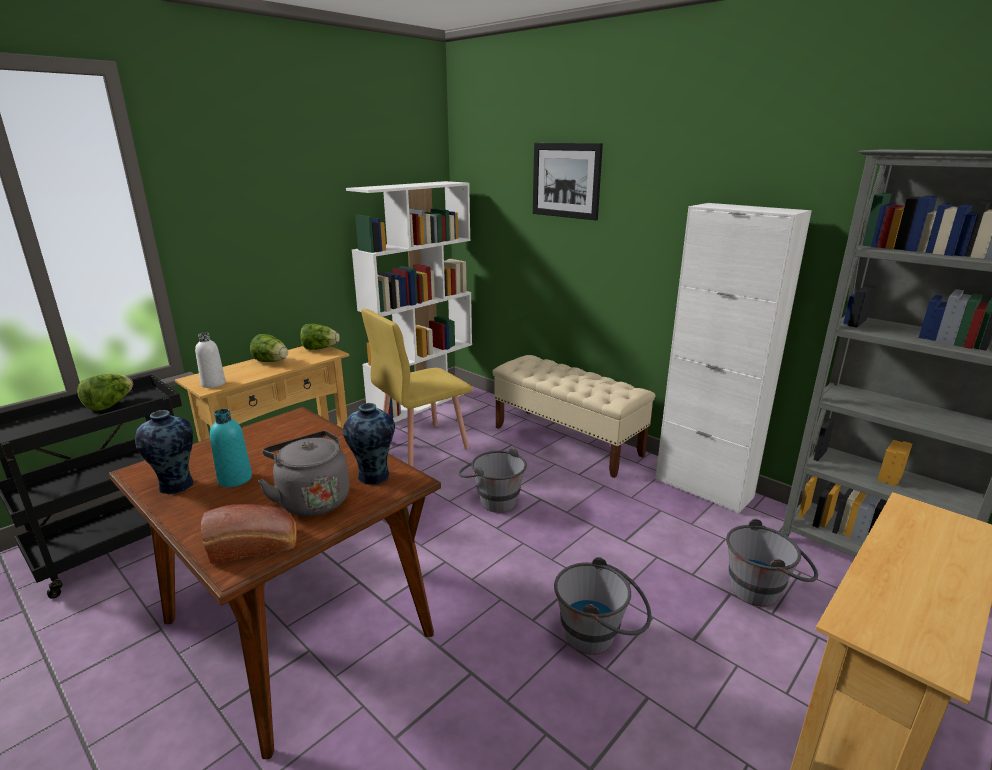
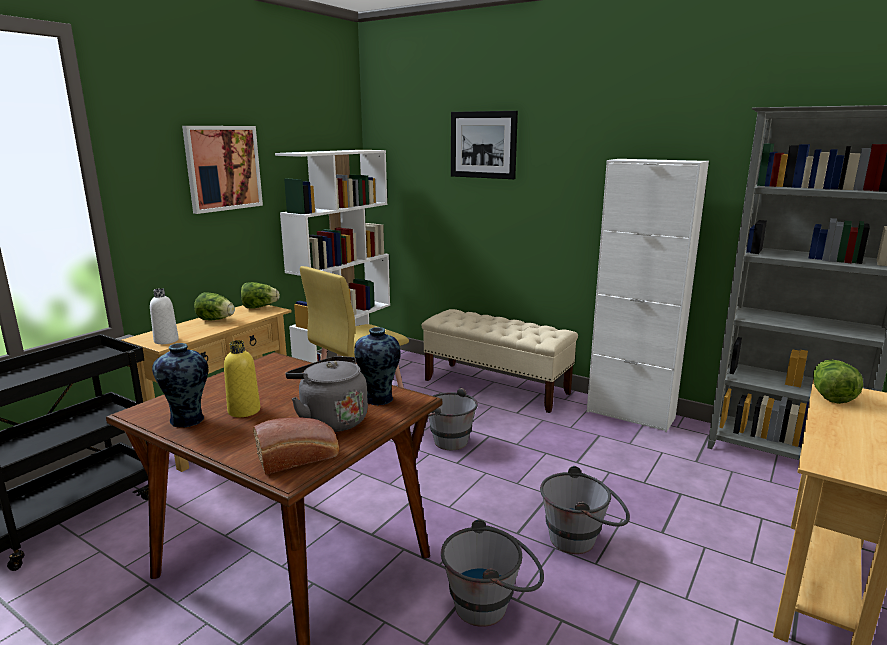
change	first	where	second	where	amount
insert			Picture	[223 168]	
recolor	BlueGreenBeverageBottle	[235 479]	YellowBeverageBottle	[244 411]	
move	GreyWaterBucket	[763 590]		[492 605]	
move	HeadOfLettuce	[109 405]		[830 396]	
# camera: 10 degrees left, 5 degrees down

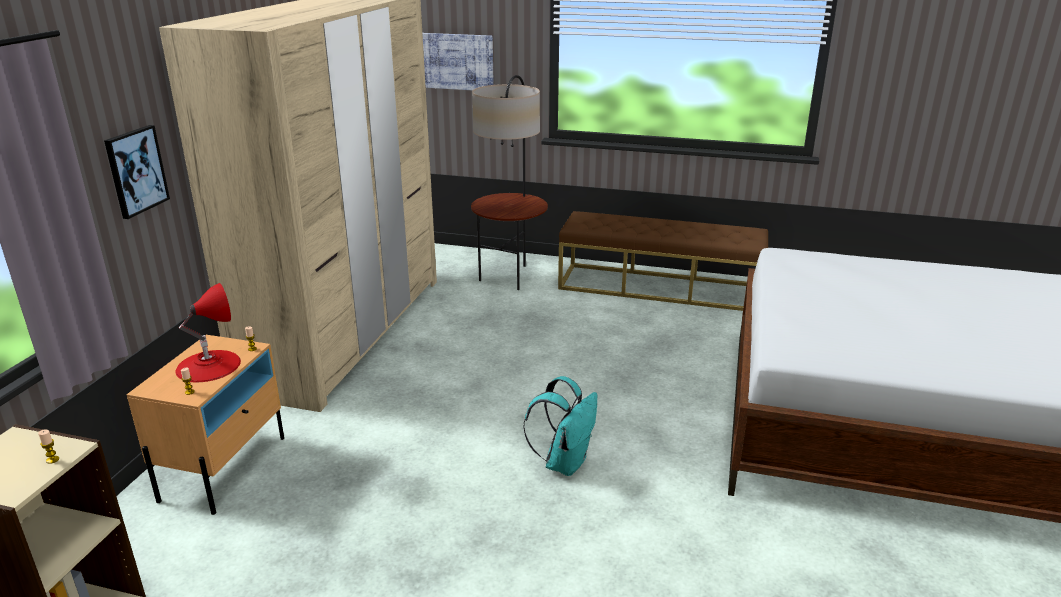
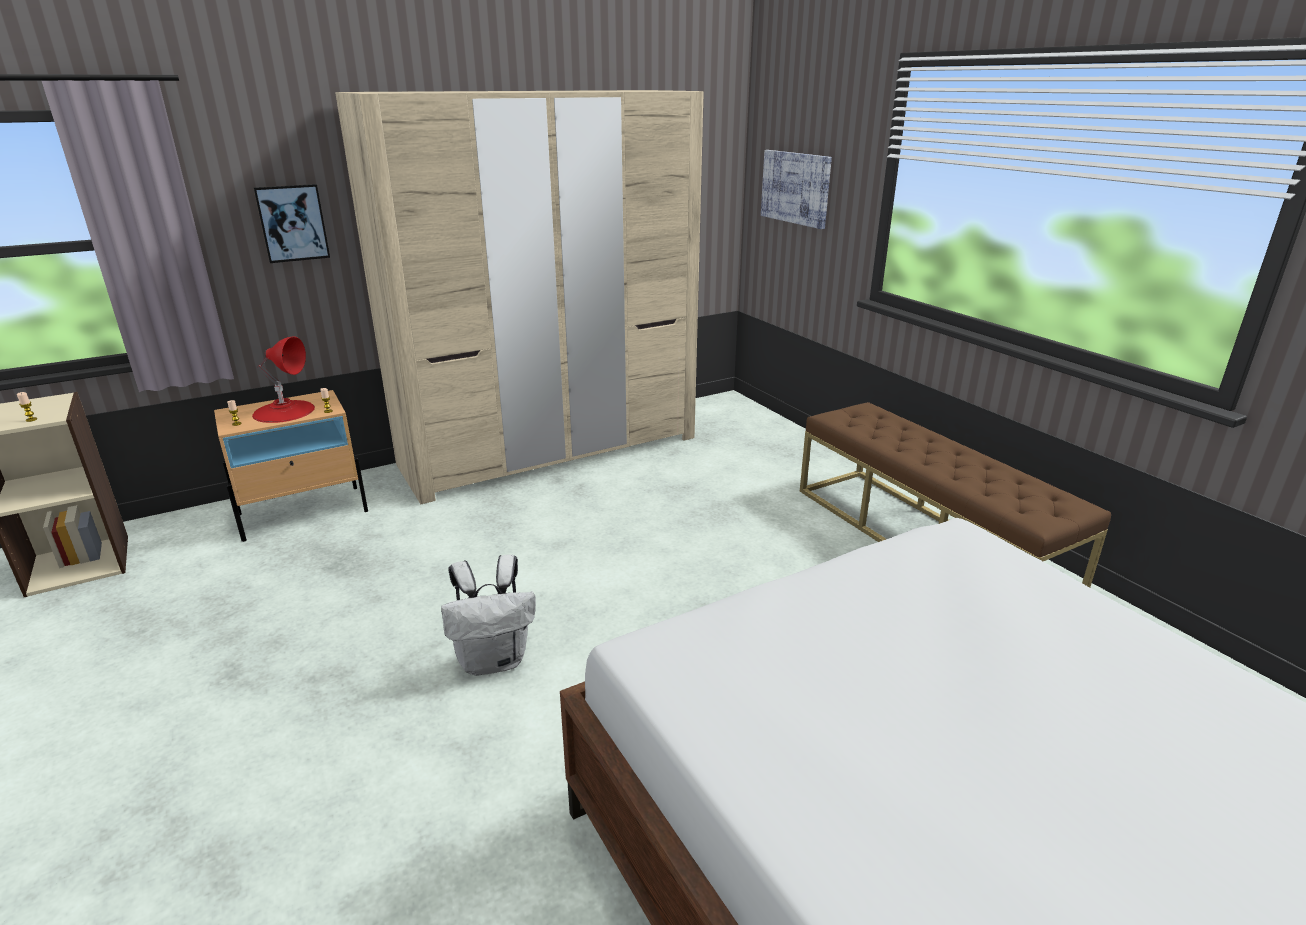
change	first	where	second	where	amount
recolor	BlueGreenBackpack	[564 462]	WhiteBackpack	[494 660]	
delete	FloorLamp	[510 276]			
# camera: 45 degrees right, 0 degrees up

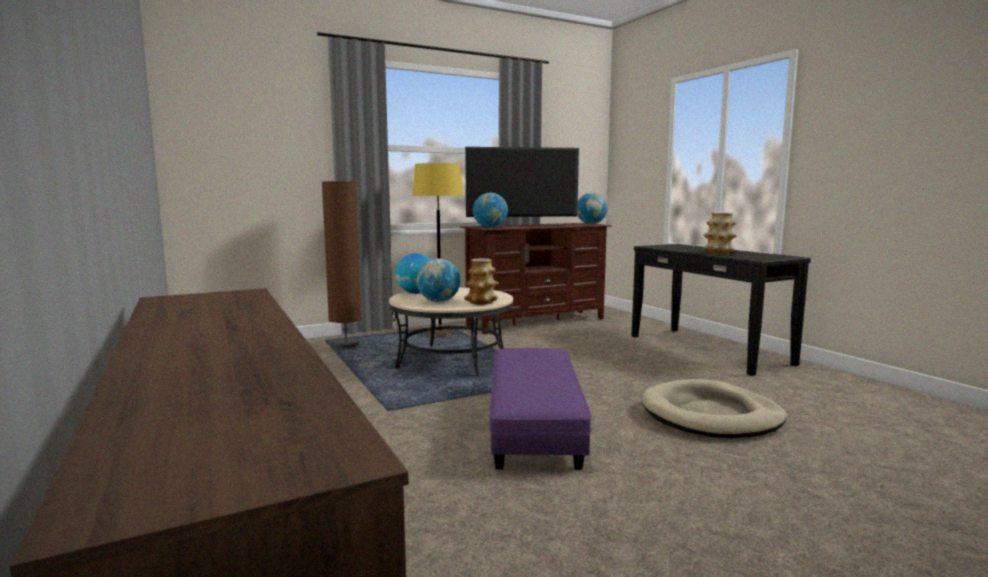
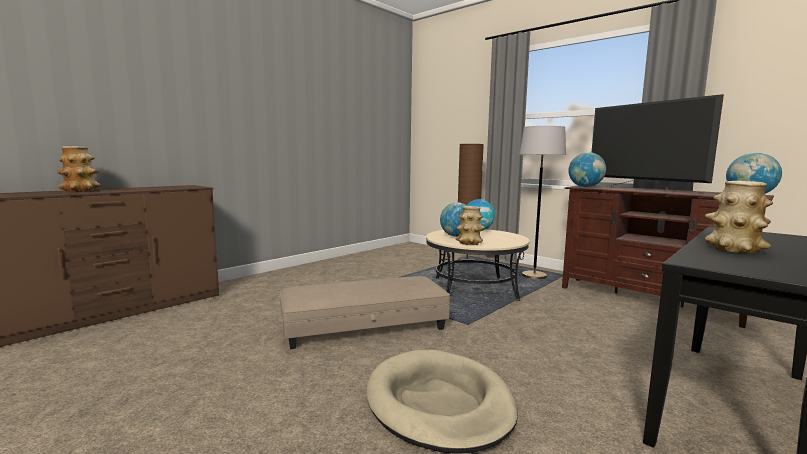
change	first	where	second	where	amount
insert			FlowerVase	[81 191]	
recolor	PurpleColouredFootrest	[534 423]	SandColouredFootrest	[364 327]	
recolor	YellowFloorLamp	[440 334]	GreyFloorLamp	[534 276]	
# camera: 70 degrees right, 0 degrees up

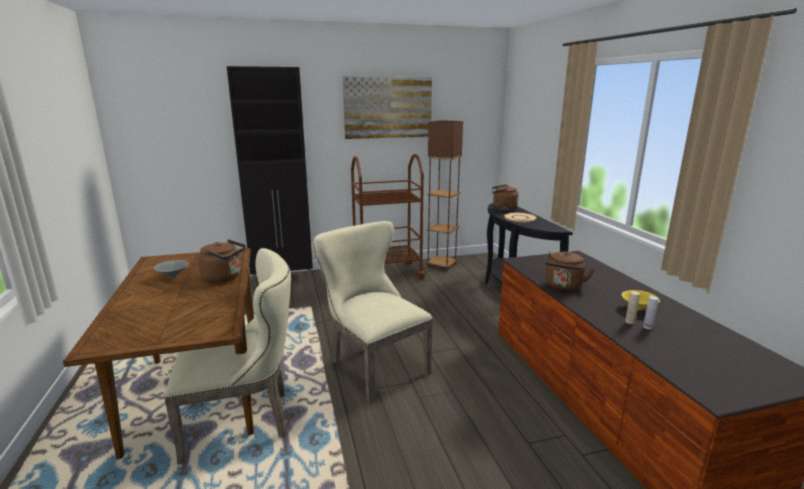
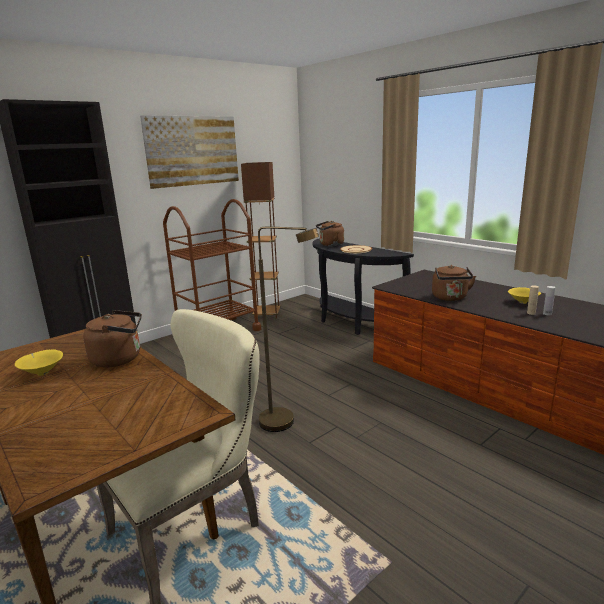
change	first	where	second	where	amount
recolor	GreyDeepDish	[173 276]	YellowDeepDish	[42 373]	
replace	SandColouredChair	[373 365]	BrownColouredFloorLamp	[286 423]	
# camera: 25 degrees left, 0 degrees up

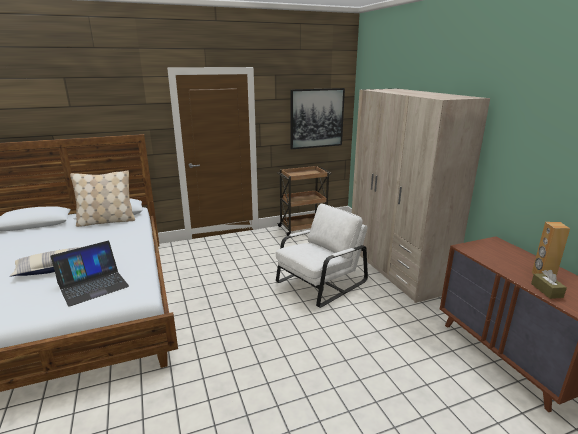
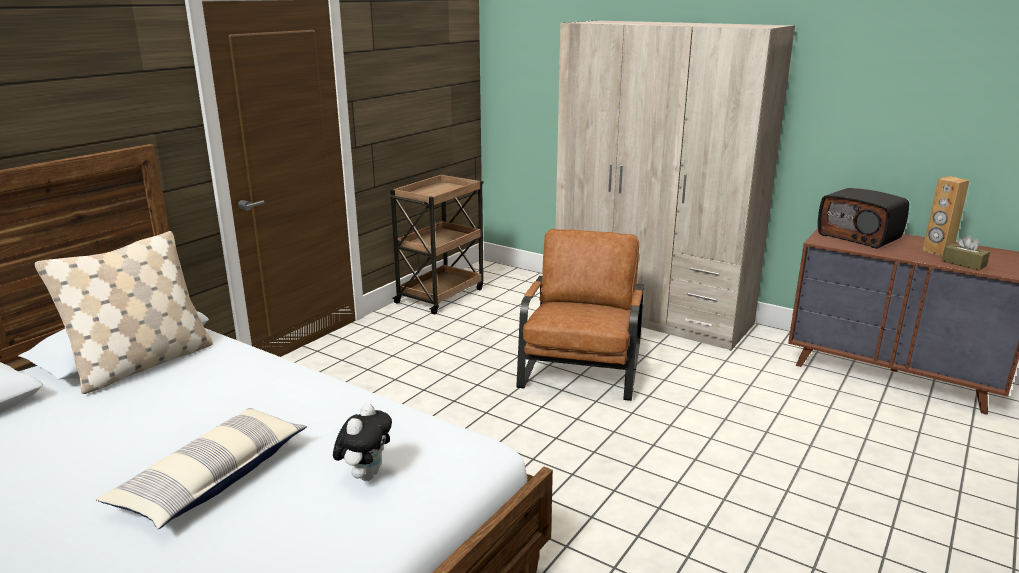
change	first	where	second	where	amount
replace	PortableComputer	[93 285]	PlushToy	[366 474]	
recolor	WhiteArmchair	[320 282]	BrownColouredArmchair	[582 366]	
insert			Radio	[859 237]	
delete	Picture	[316 118]			
# camera: 35 degrees left, 0 degrees up

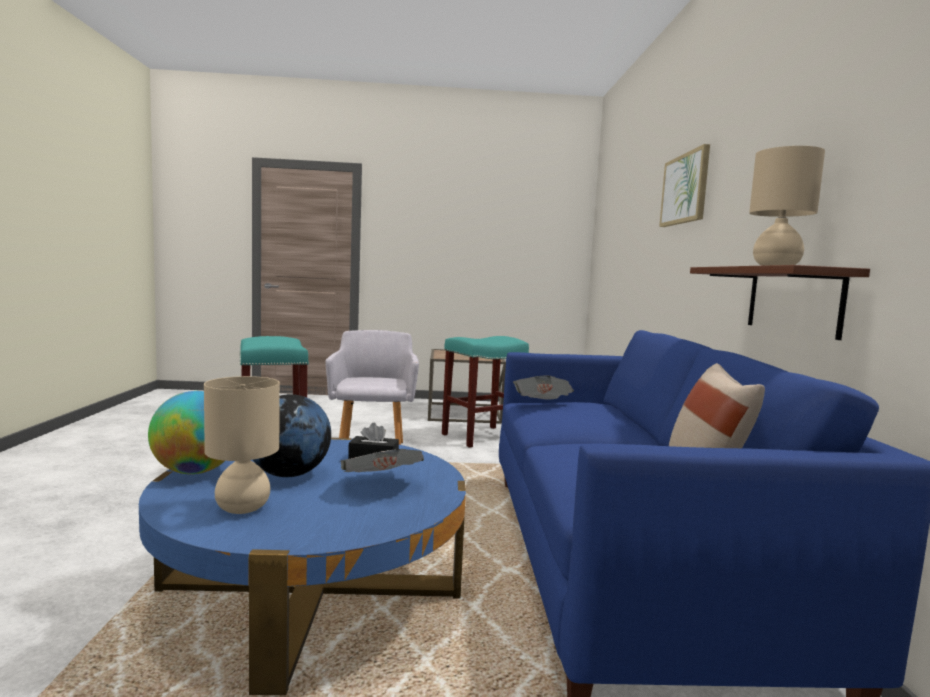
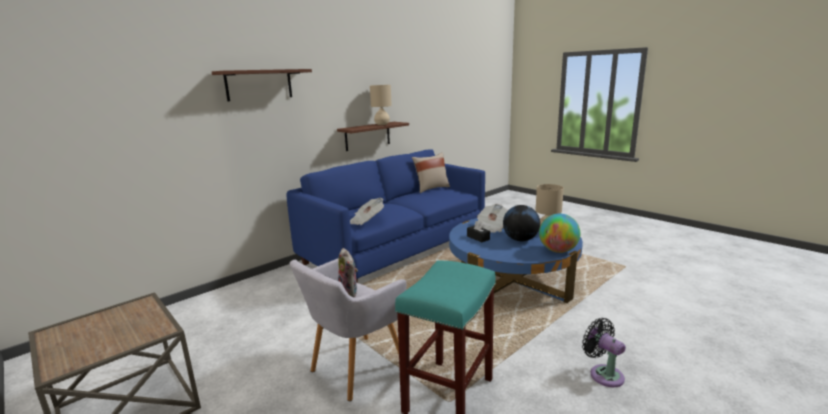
change	first	where	second	where	amount
replace	Picture	[685 189]	BrownColouredShelf	[259 85]	
insert			PlushToy	[349 293]	
insert			BlackishElectricFan	[603 374]	
delete	BlueGreenSittingStool	[482 436]			
# camera: 130 degrees left, 10 degrees up

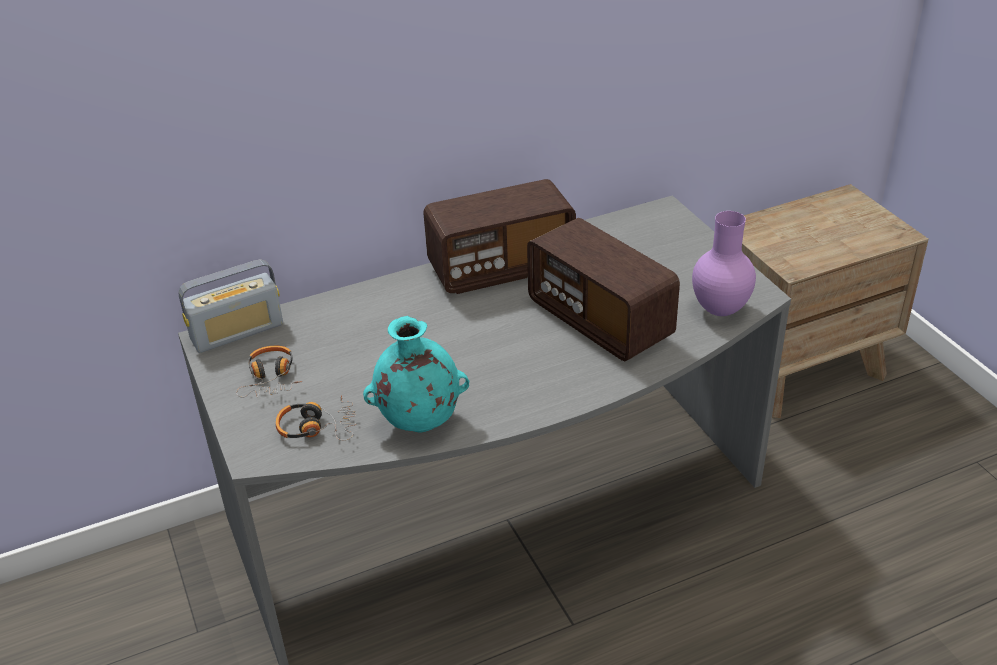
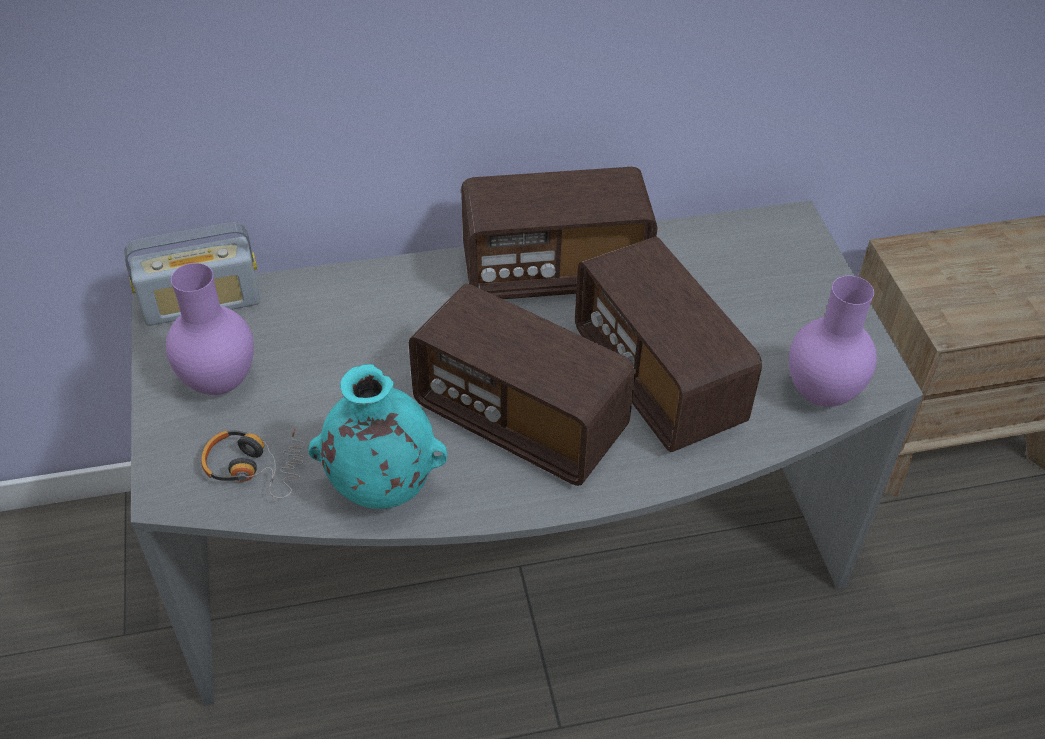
change	first	where	second	where	amount
replace	PairOfHeadphones	[271 378]	PurpleColouredFlowerVase	[221 382]	
insert			Radio	[520 420]	
# camera: 10 degrees right, 10 degrees up

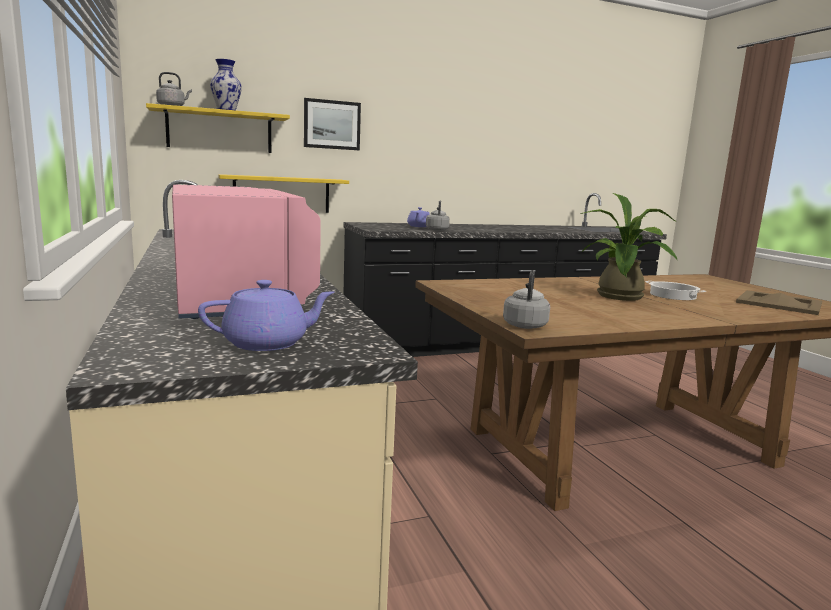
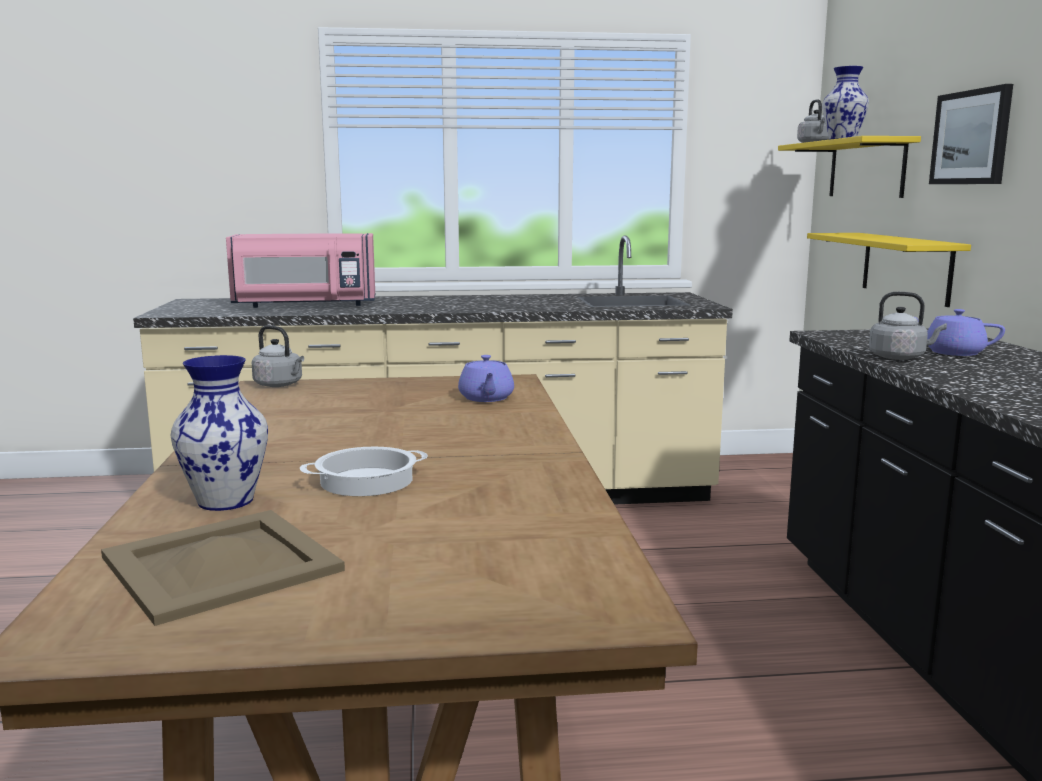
change	first	where	second	where	amount
insert			FlowerVase	[224 501]	
move	PurpleColouredTeapot	[268 343]		[486 398]	
delete	Houseplant	[620 298]			
# camera: 105 degrees right, 0 degrees up

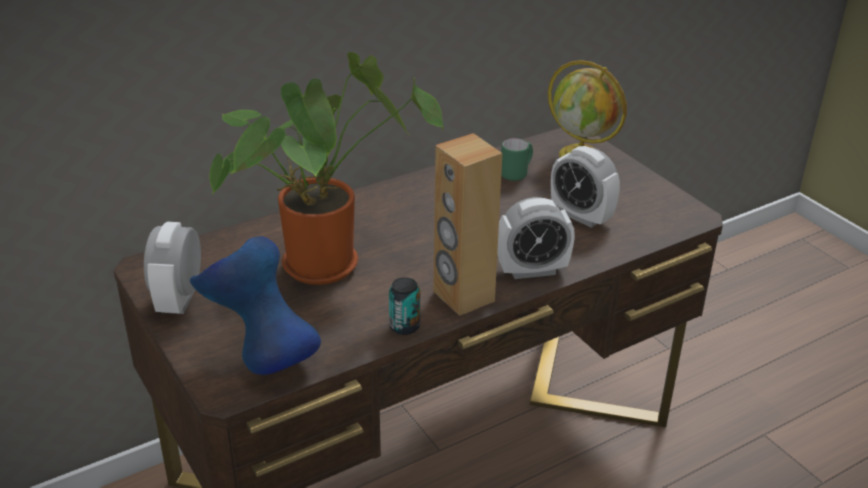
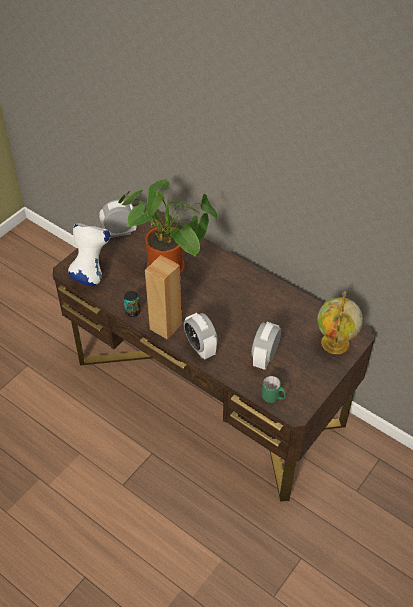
change	first	where	second	where	amount
recolor	BluishFlowerVase	[261 358]	WhiteFlowerVase	[92 272]	
move	GreenColouredTeaMug	[517 173]		[273 397]	
# camera: 70 degrees right, 15 degrees up

